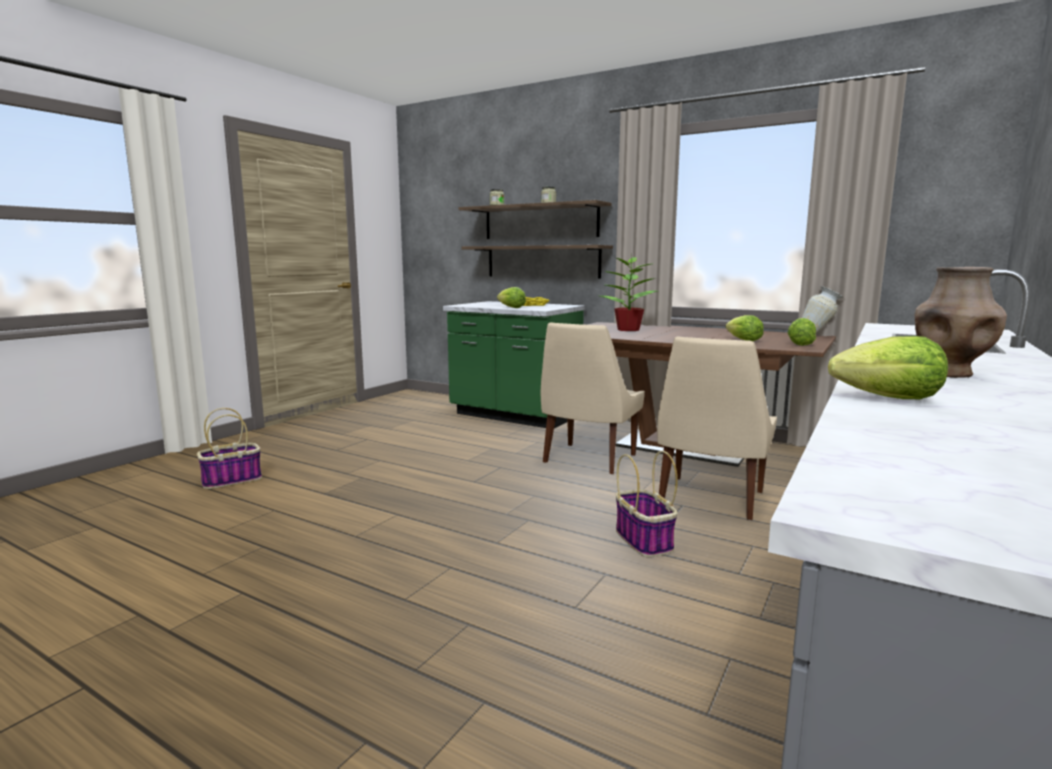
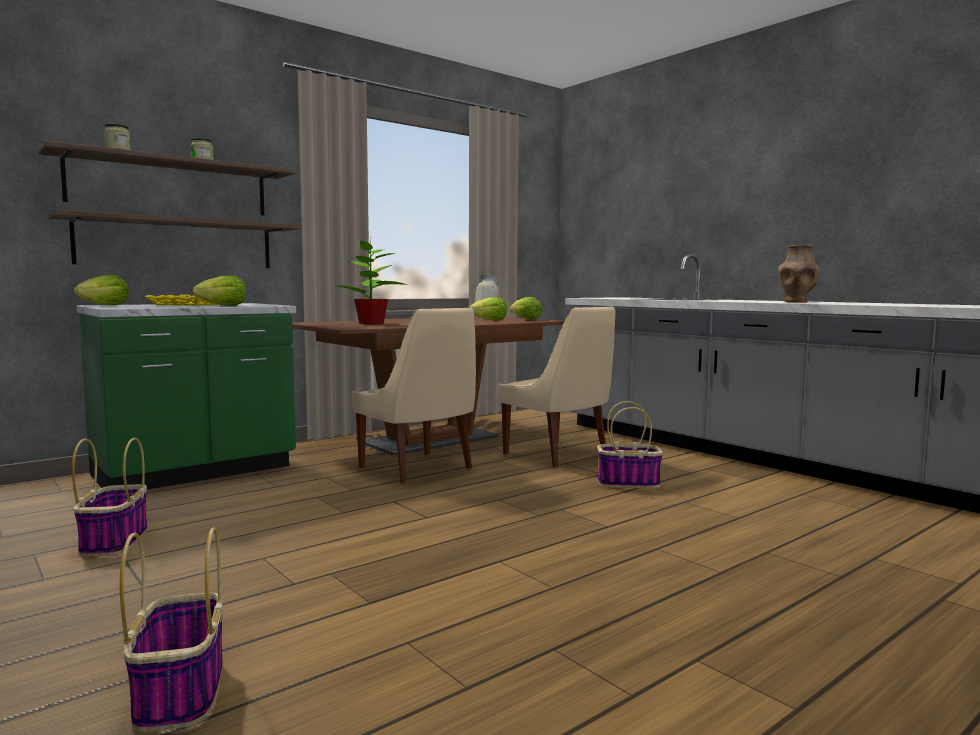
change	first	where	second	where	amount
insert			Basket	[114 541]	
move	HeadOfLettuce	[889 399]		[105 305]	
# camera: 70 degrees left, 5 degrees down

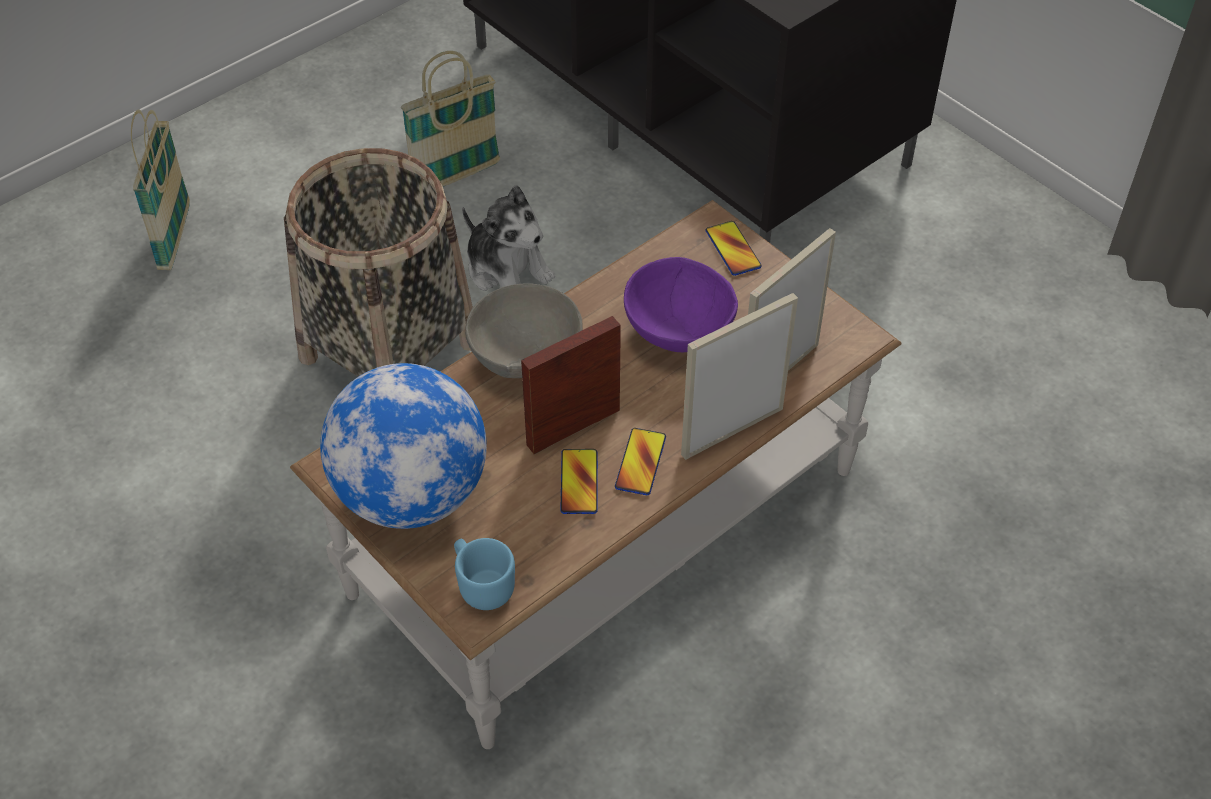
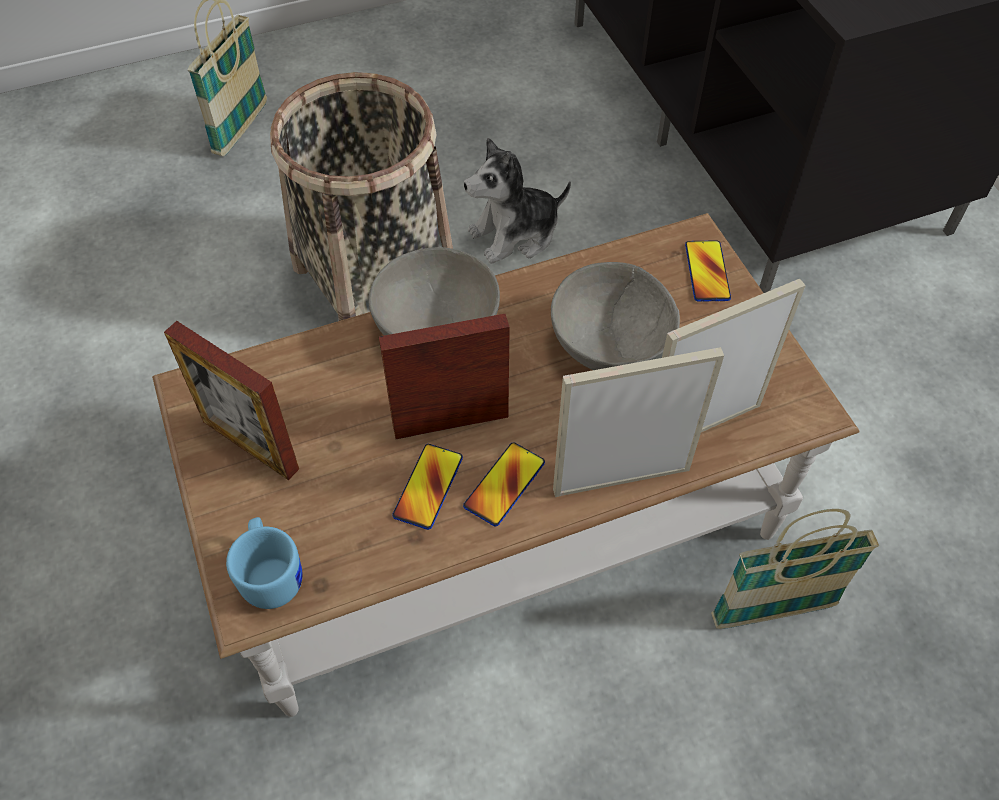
change	first	where	second	where	amount
replace	DeskGlobe	[411 494]	PictureFrame	[250 445]	
rotate	PlushToy	[508 270]		[515 234]	90 degrees clockwise
recolor	PurpleColouredDeepDish	[677 330]	GreyDeepDish	[609 344]	
move	Basket	[455 177]		[773 611]	
# camera: 20 degrees right, 5 degrees up

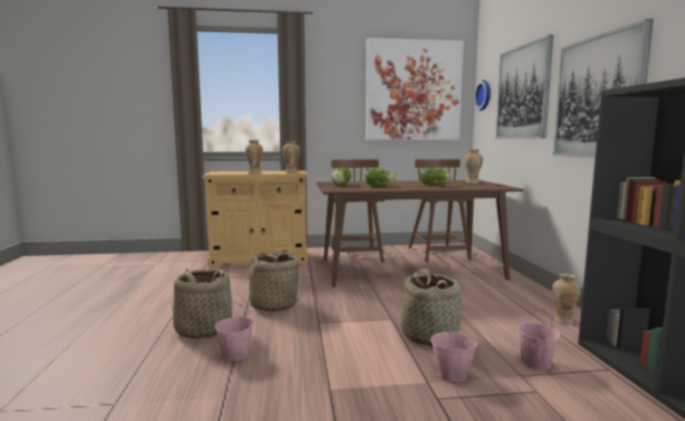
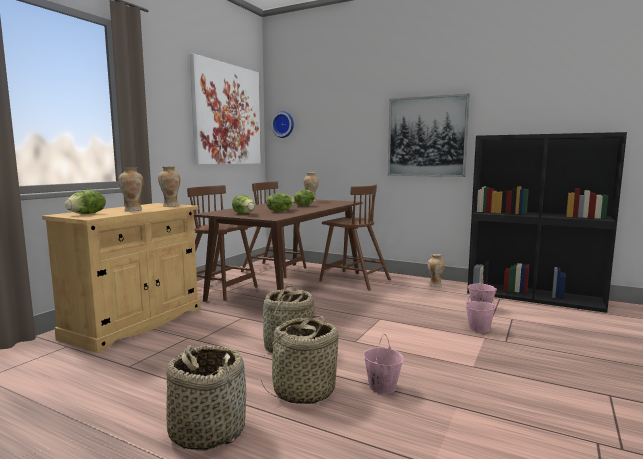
change	first	where	second	where	amount
insert			HeadOfLettuce	[87 214]	
move	Basket	[430 336]		[207 431]	
insert			BrownColouredChair	[353 280]	
delete	Picture	[523 92]			
# camera: 55 degrees left, 0 degrees up

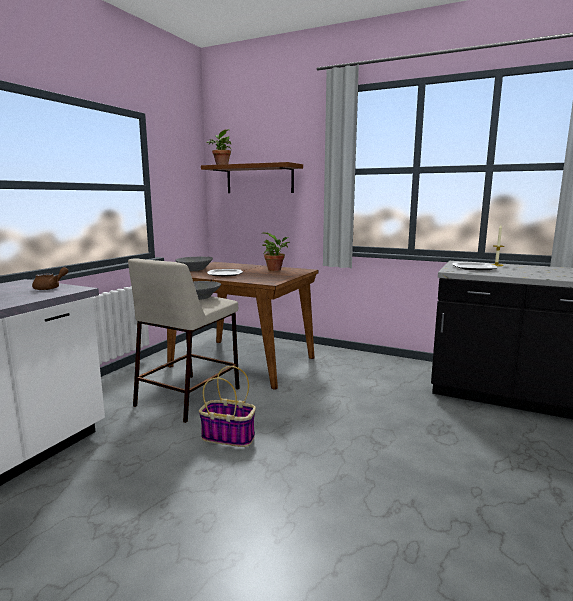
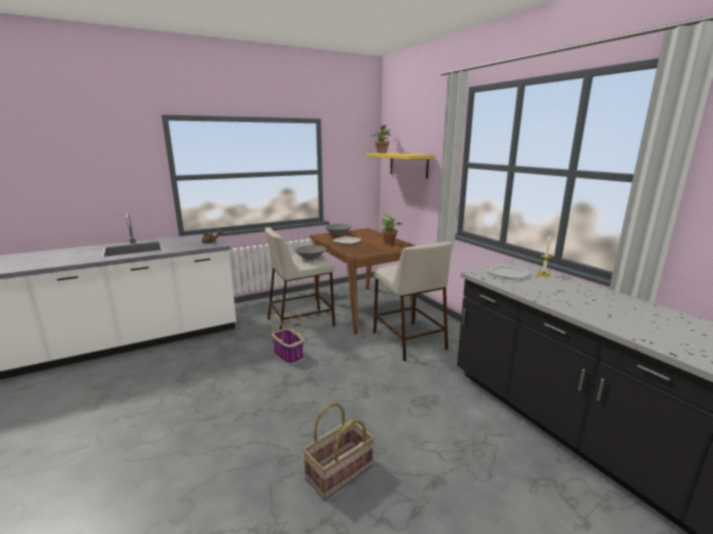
change	first	where	second	where	amount
insert			Basket	[340 473]	
recolor	BrownColouredShelf	[259 179]	YellowShelf	[408 165]	
insert			SandColouredSittingStool	[408 340]	
# camera: 35 degrees right, 5 degrees up

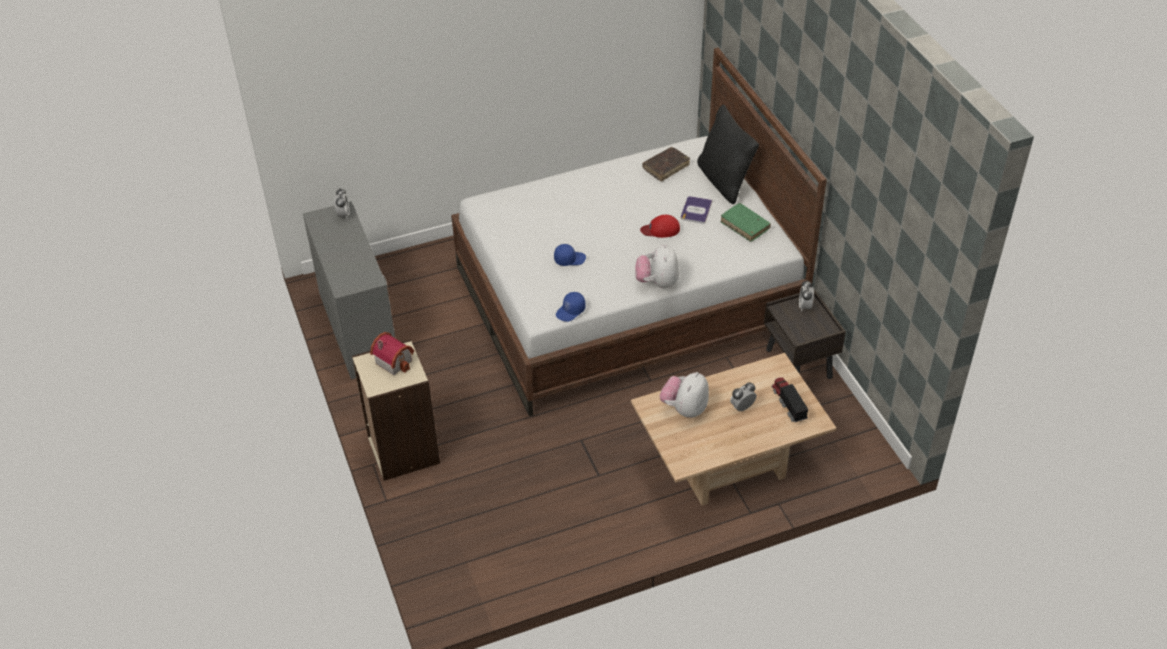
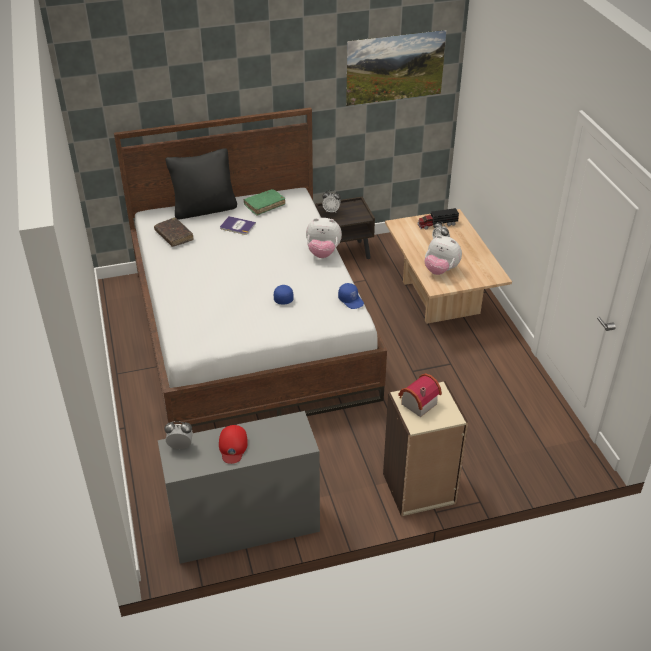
change	first	where	second	where	amount
move	RedBaseballCap	[660 229]		[233 446]	
insert			Picture	[394 84]	
# camera: 85 degrees left, 5 degrees down

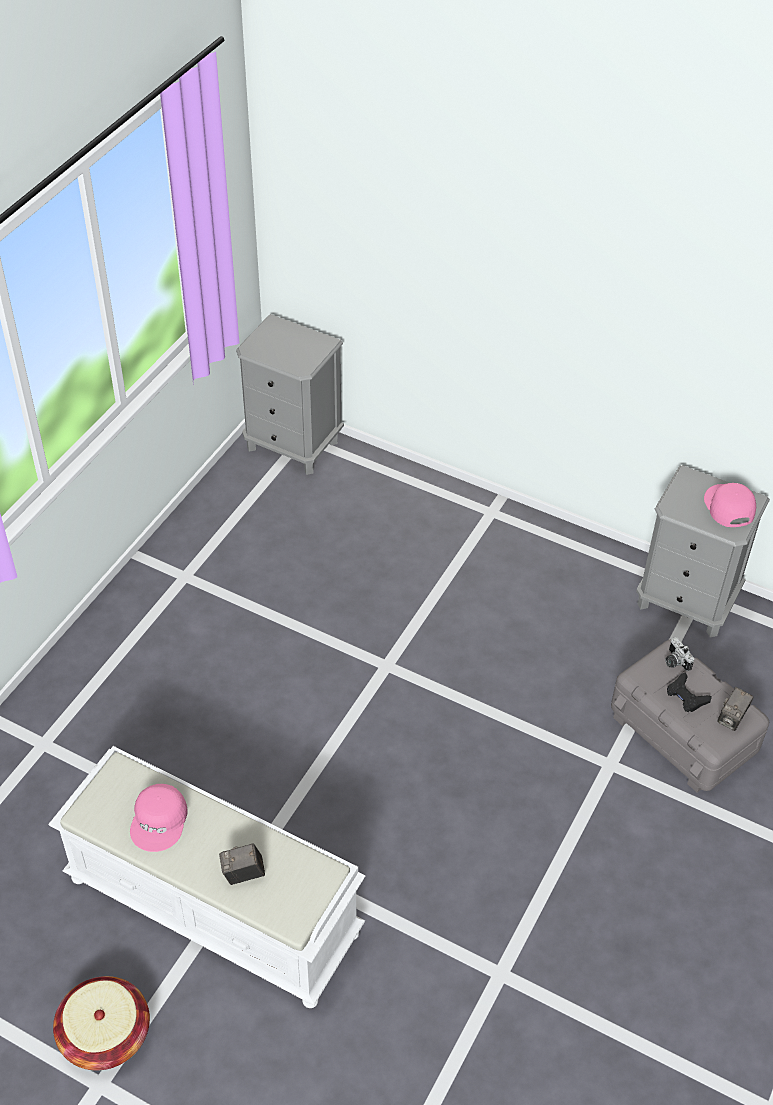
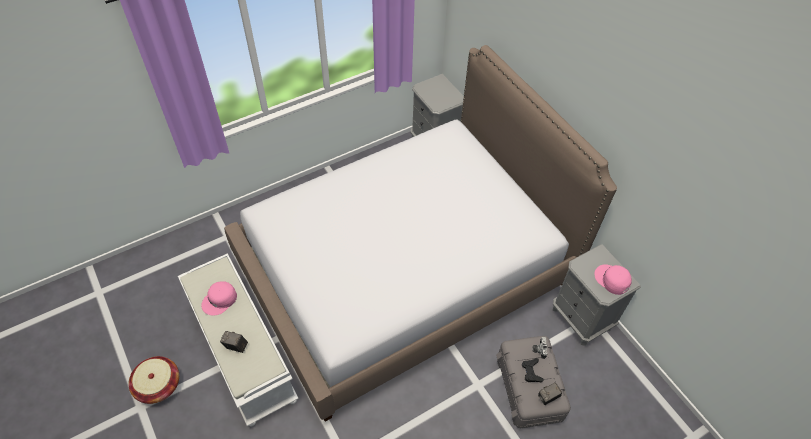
change	first	where	second	where	amount
insert			Bed	[404 272]	
rotate	PinkBaseballCap	[728 507]		[612 280]	60 degrees counterclockwise
# camera: 30 degrees right, 5 degrees up

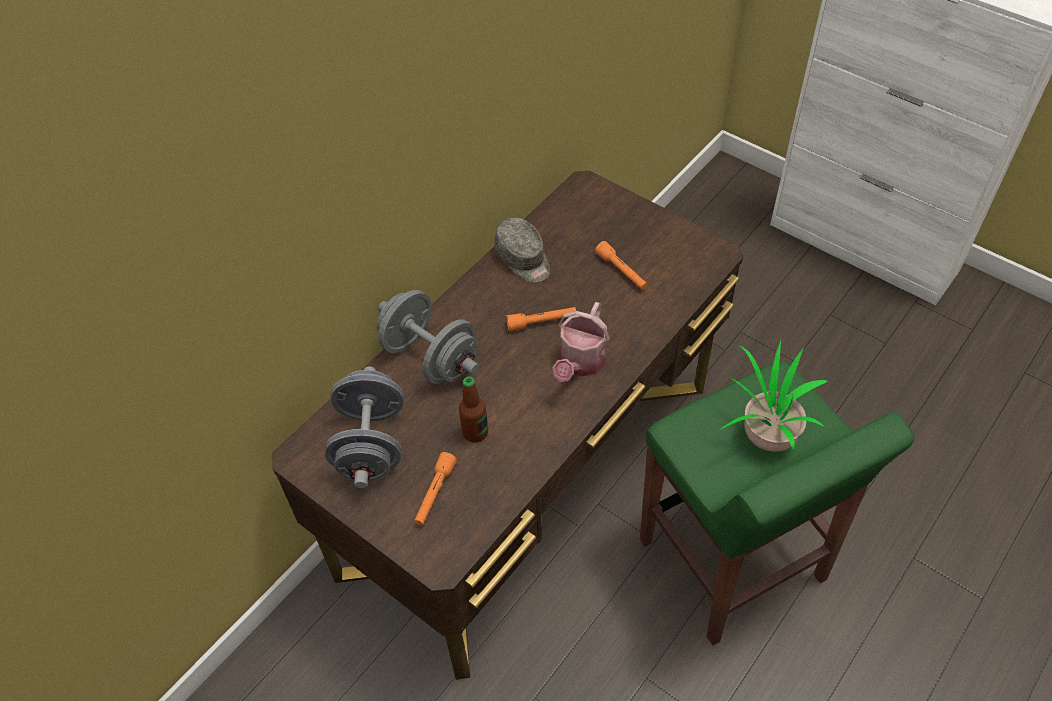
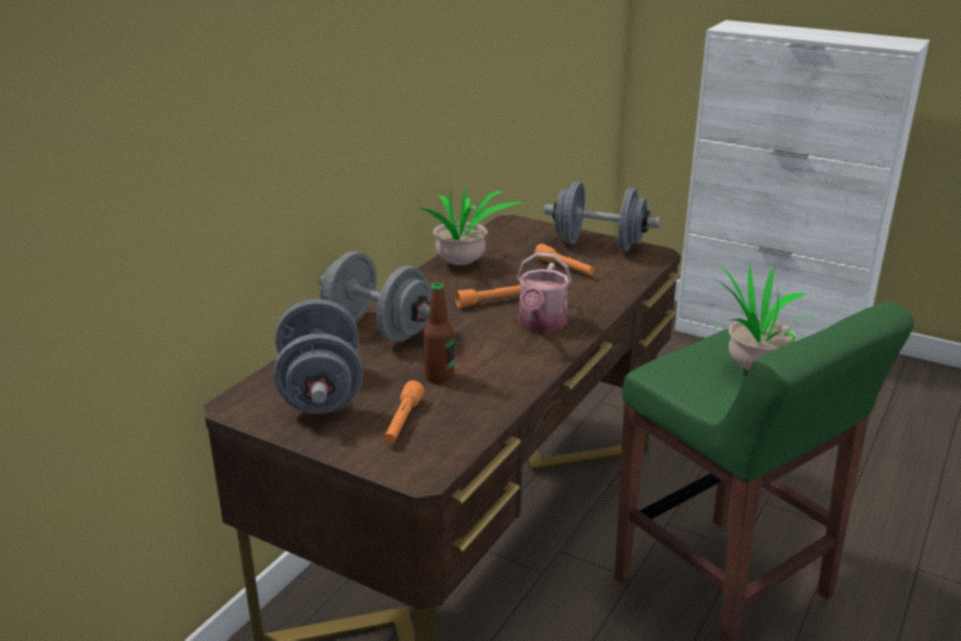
change	first	where	second	where	amount
replace	GreyBaseballCap	[523 260]	Houseplant	[462 265]	
insert			GreyDumbbell	[599 245]	
# camera: 10 degrees left, 25 degrees down

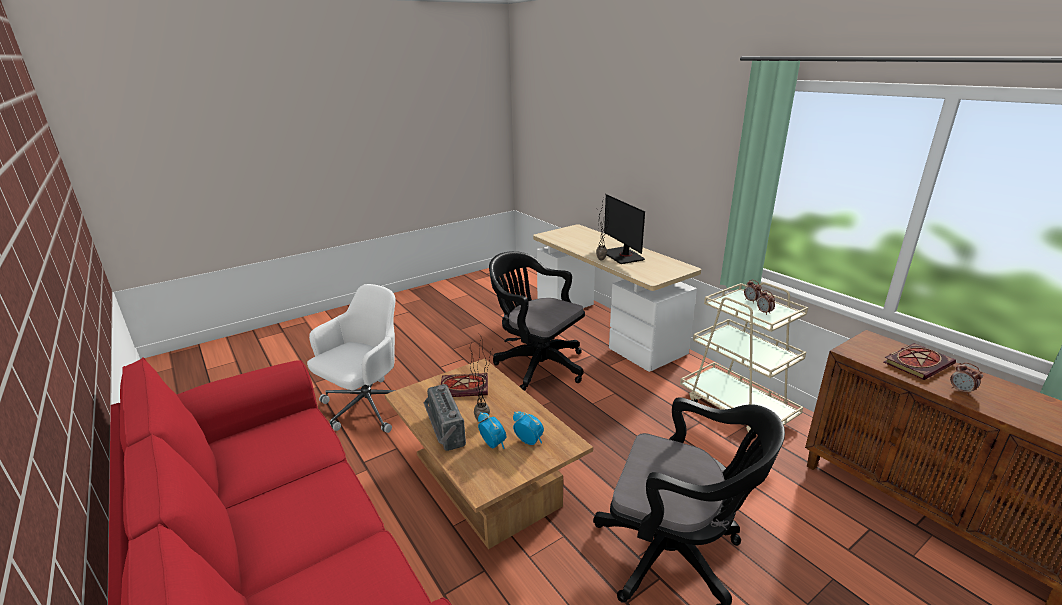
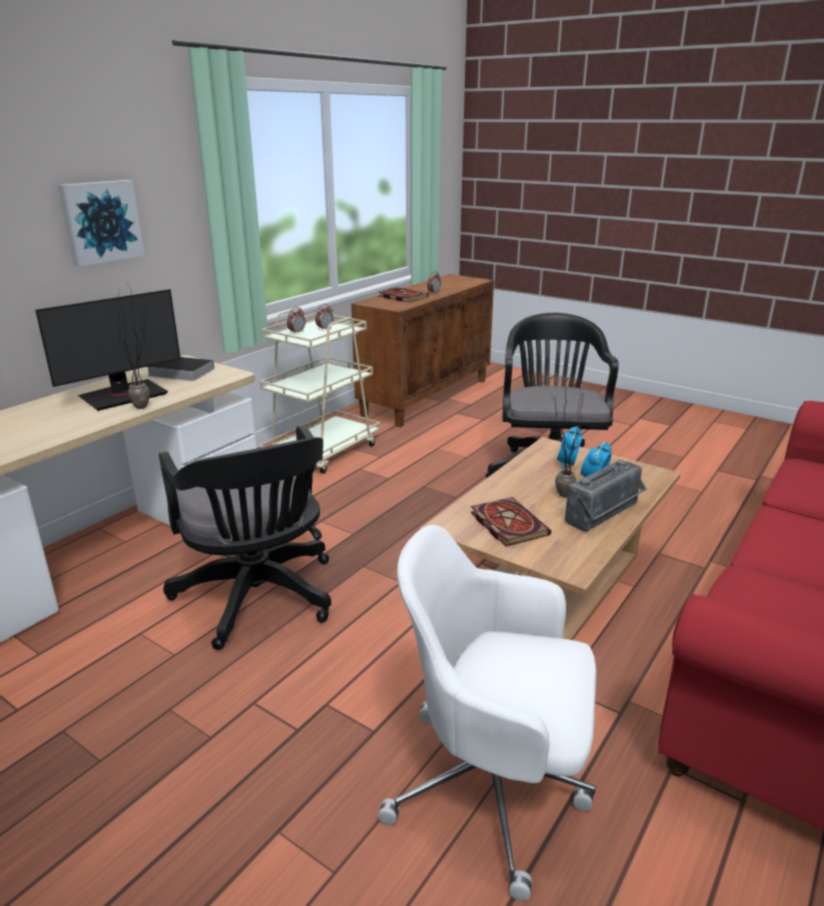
change	first	where	second	where	amount
insert			Picture	[101 222]	
insert			Volume	[179 372]	
rotate	BlackishComputerChair	[536 364]		[259 600]	45 degrees counterclockwise
# camera: 110 degrees left, 0 degrees up

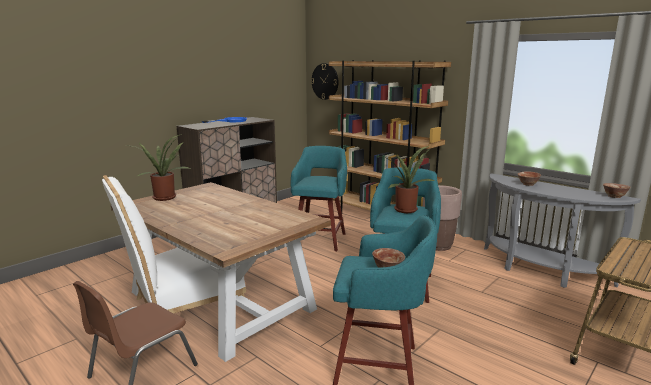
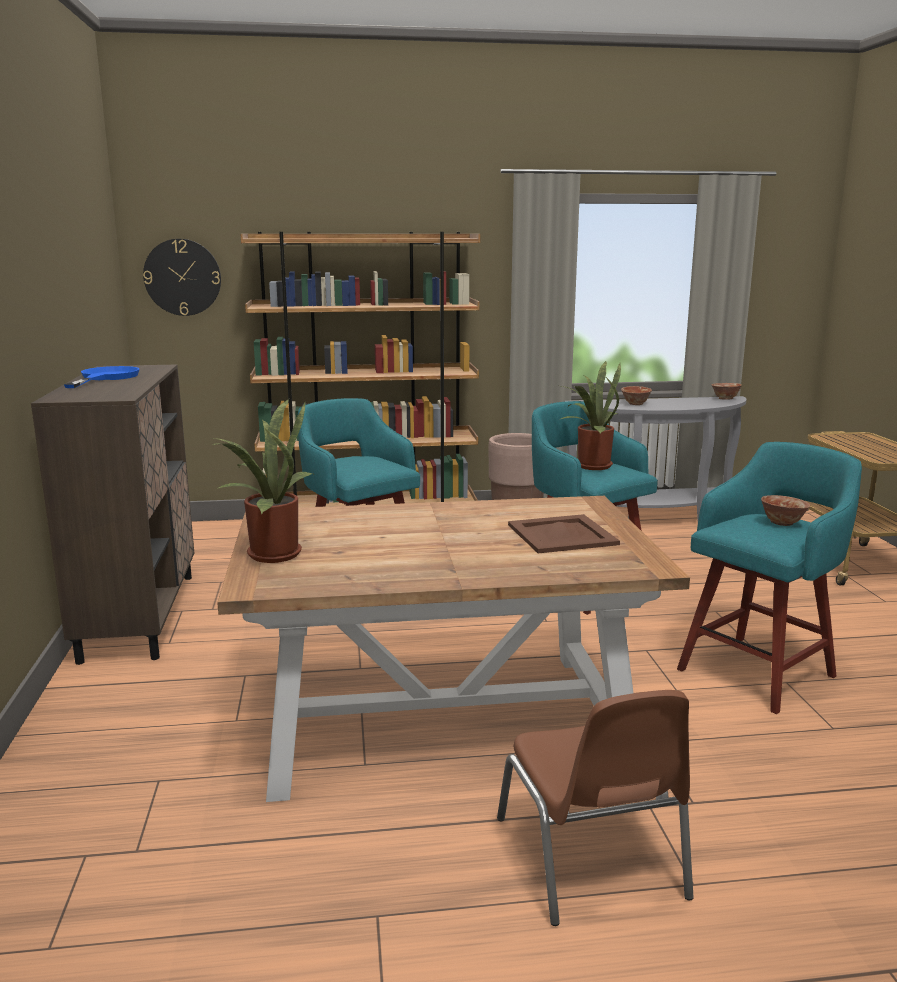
change	first	where	second	where	amount
insert			BrownColouredServingTray	[562 534]	
delete	WhiteChair	[183 305]			
# camera: 50 degrees left, 0 degrees up

